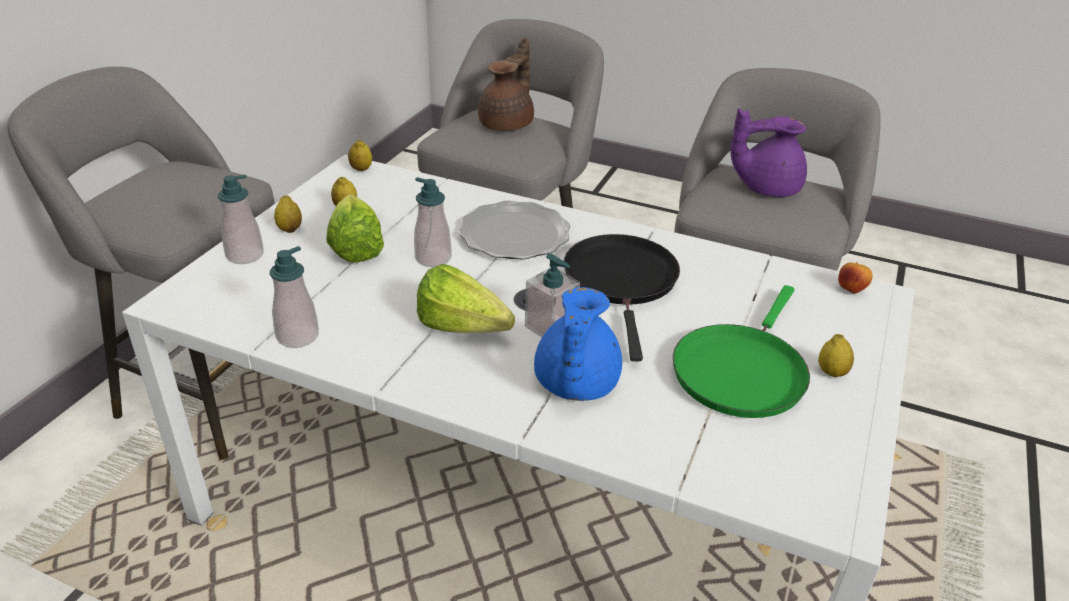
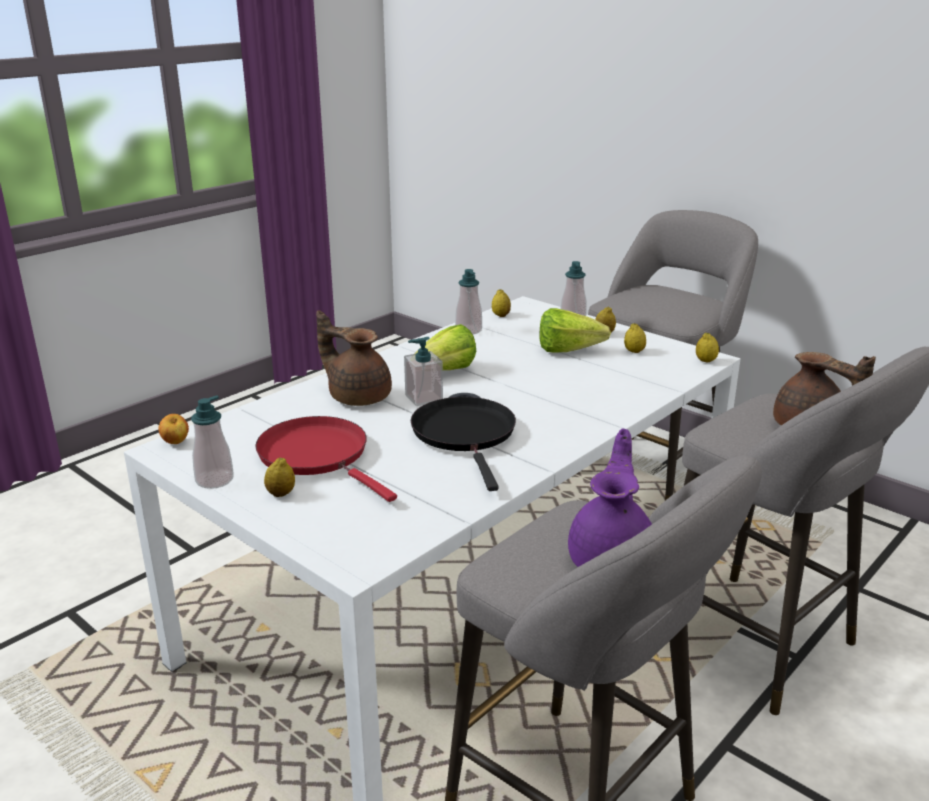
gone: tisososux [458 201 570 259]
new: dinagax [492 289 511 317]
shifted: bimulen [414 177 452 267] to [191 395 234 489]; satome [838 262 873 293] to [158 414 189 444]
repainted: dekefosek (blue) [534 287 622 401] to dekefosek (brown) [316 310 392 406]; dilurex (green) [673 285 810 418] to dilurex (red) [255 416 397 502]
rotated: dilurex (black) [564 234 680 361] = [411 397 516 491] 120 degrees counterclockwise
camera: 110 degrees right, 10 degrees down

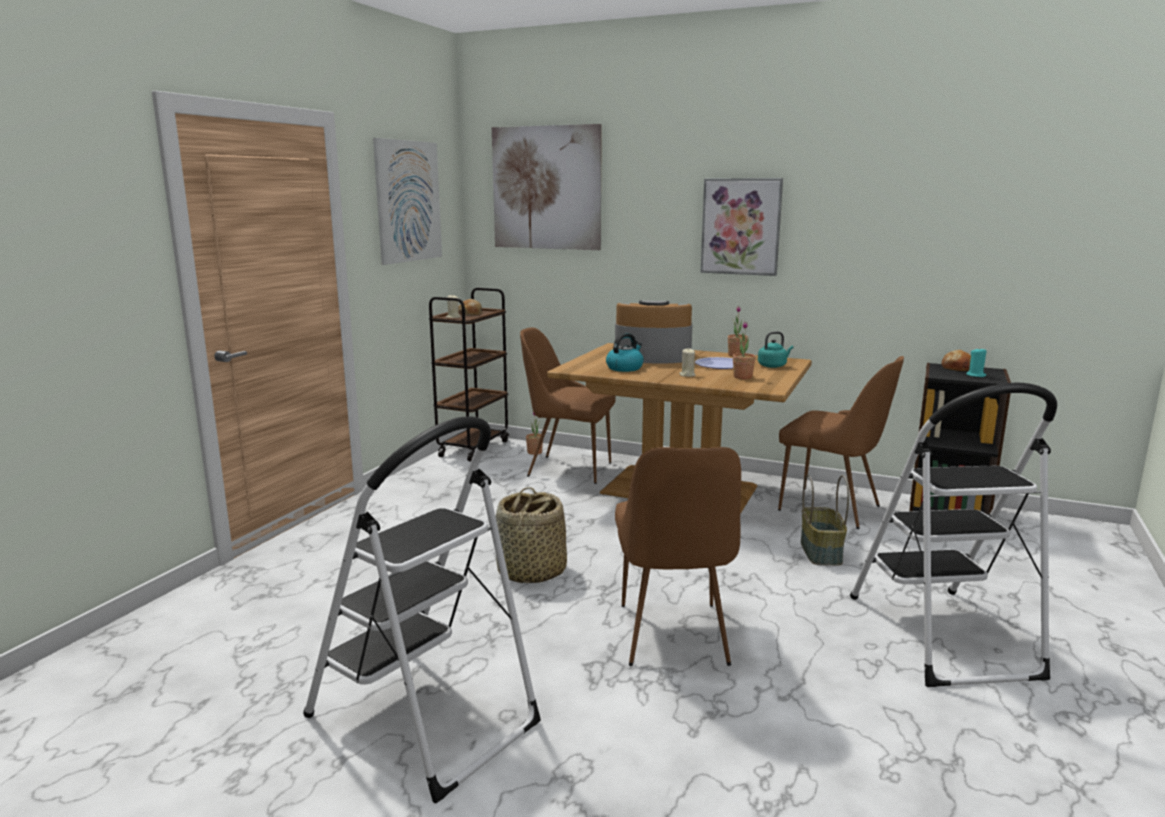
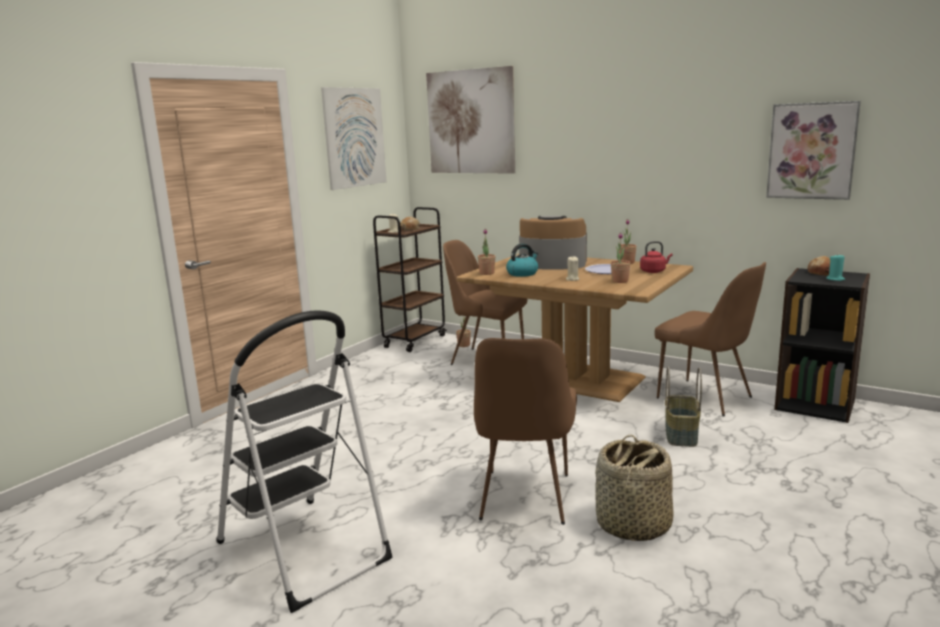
gone: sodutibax [850 383 1057 687]
new: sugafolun [478 229 495 275]
shifted: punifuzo [496 487 567 583] to [595 434 674 541]; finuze [700 178 783 276] to [766 101 861 200]
repainted: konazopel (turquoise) [758 332 793 368] to konazopel (red) [640 241 673 273]
camera: 10 degrees right, 0 degrees up

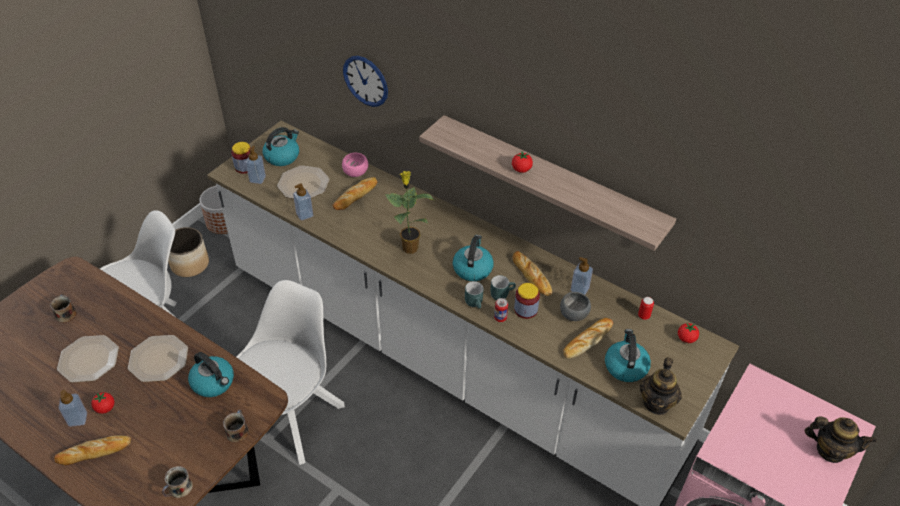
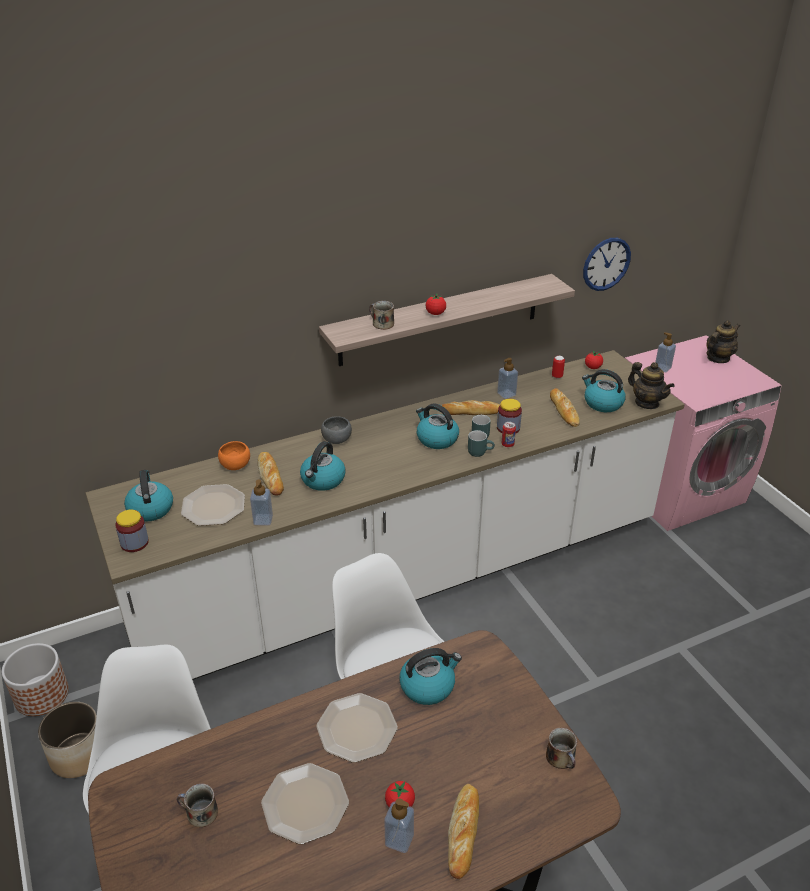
gone: sugafolun [385 171 434 254]
new: konazopel [300 441 346 491]
shifted: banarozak [223 410 249 443] to [369 301 394 330]; bimulen [245 146 266 184] to [655 332 676 372]; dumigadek [343 56 388 107] to [583 238 631 291]; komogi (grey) [560 292 591 321] to [321 416 352 444]
repainted: komogi (pink) [342 153 368 177] to komogi (orange) [218 441 250 470]
camera: 60 degrees left, 10 degrees down

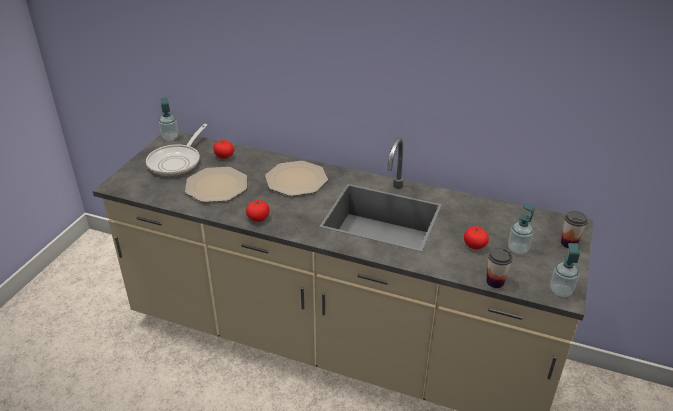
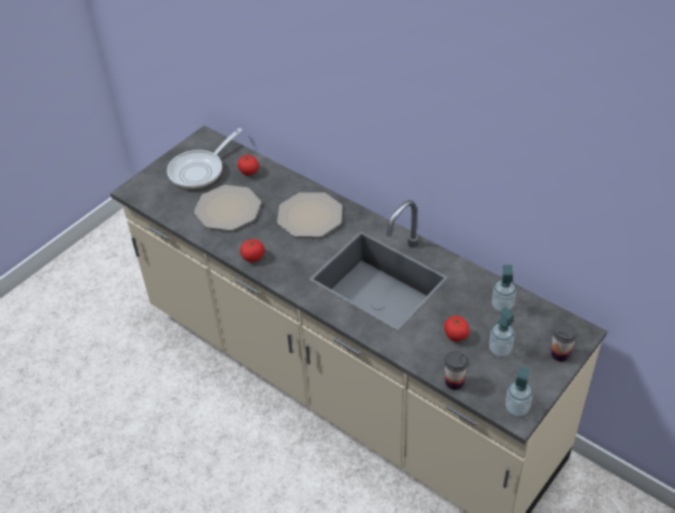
shifted: bimulen [159 97 178 141] to [492 265 516 312]
camera: 20 degrees right, 10 degrees up

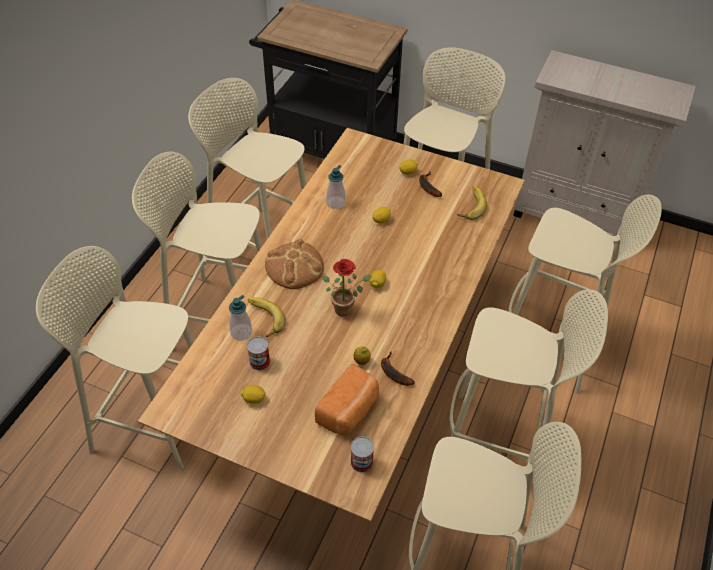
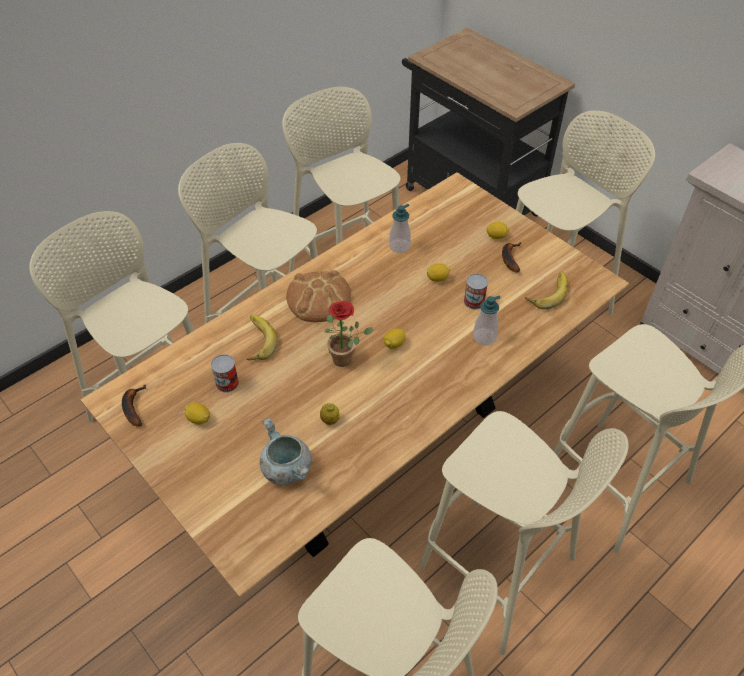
shifted: bimulen [229 295 252 341] to [473 296 501 345]; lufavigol [351 437 374 473] to [464 274 488 309]; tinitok [381 352 415 386] to [122 384 147 426]
swapped: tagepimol [315 364 379 436] to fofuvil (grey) [260 418 312 485]
camera: 25 degrees right, 0 degrees up

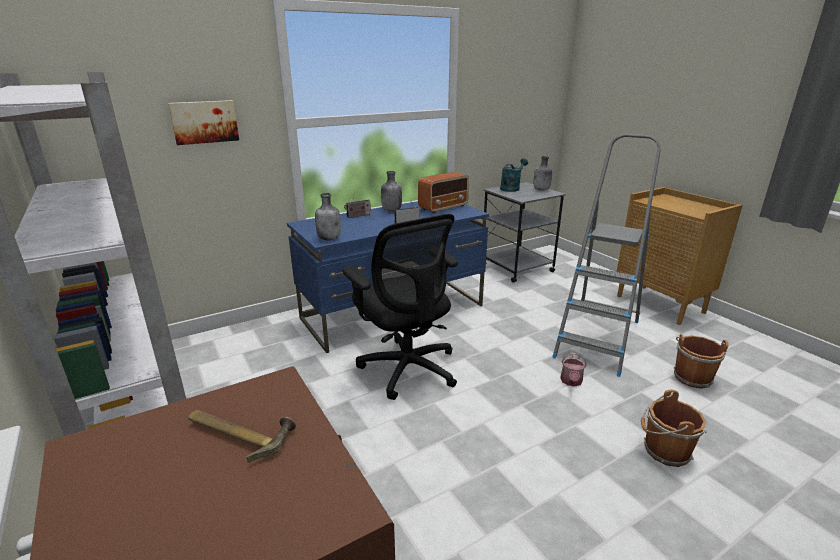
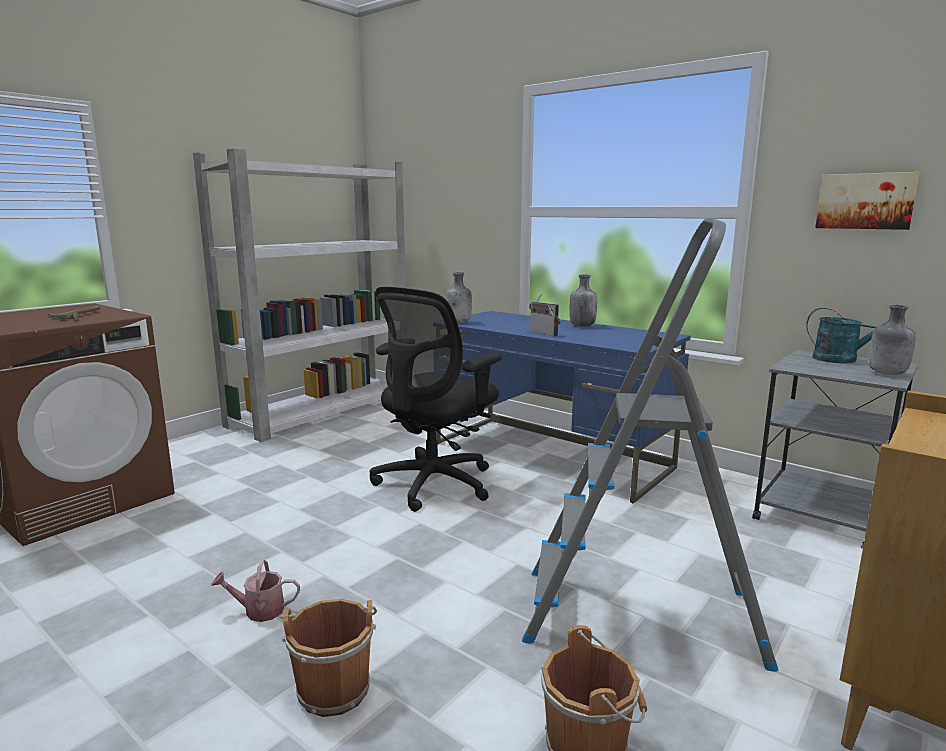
gone: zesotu [418 172 469 213]
shifted: finuze [168 100 239 145] to [815 172 919 230]; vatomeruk [560 353 587 386] to [211 560 300 622]
camera: 70 degrees right, 10 degrees down

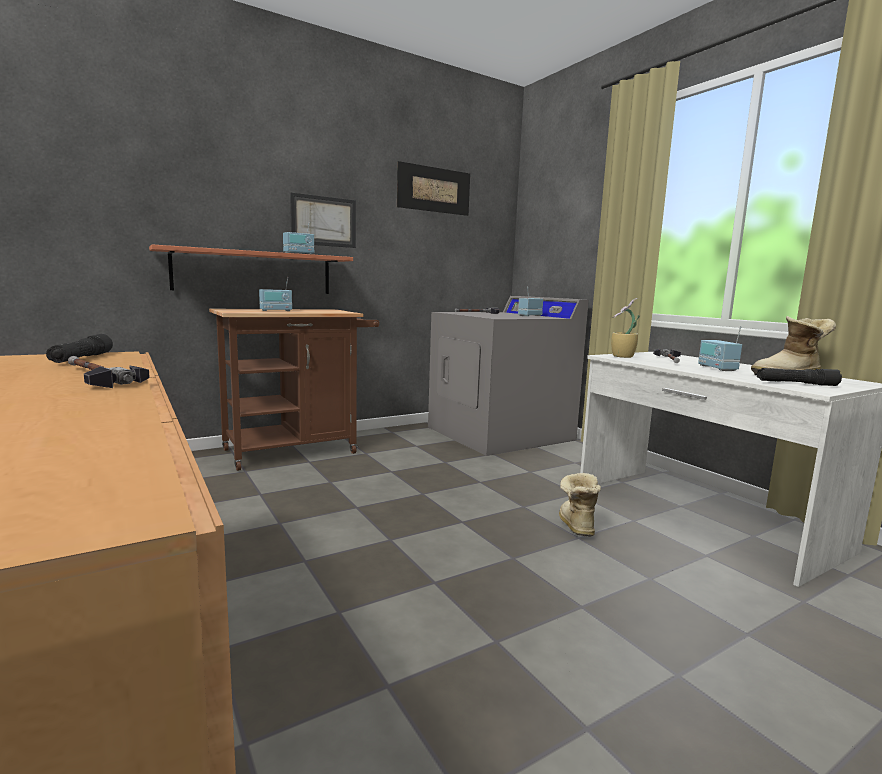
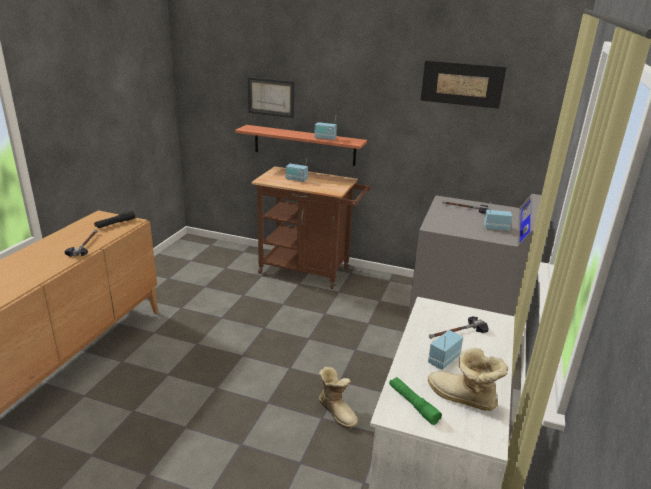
gone: sugafolun [611 298 640 358]
shifted: finuze [290 193 356 248] to [248 77 295 118]
repainted: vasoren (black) [757 368 842 386] to vasoren (green) [389 377 442 425]
rotated: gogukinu [559 473 601 537] = [319 367 358 429] 90 degrees clockwise
camera: 50 degrees right, 15 degrees up

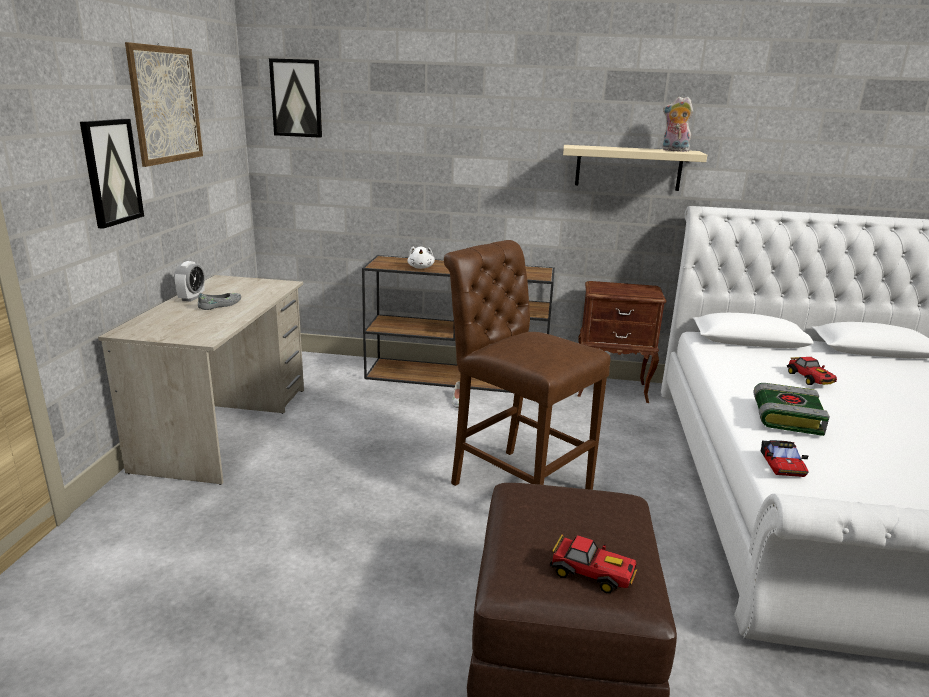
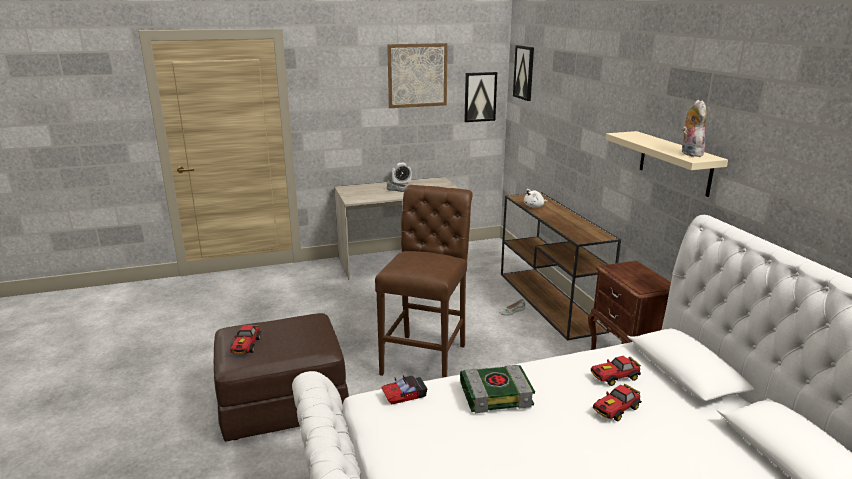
new: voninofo [591 356 641 386]
shifted: finuze [80 119 144 229] to [464 72 497 122]
camera: 65 degrees right, 0 degrees up

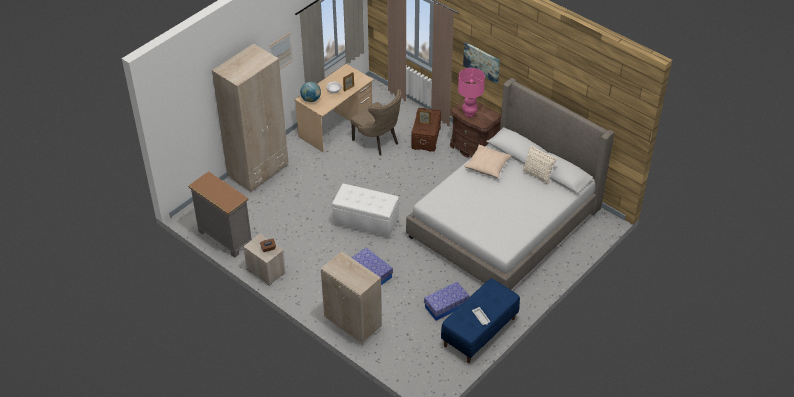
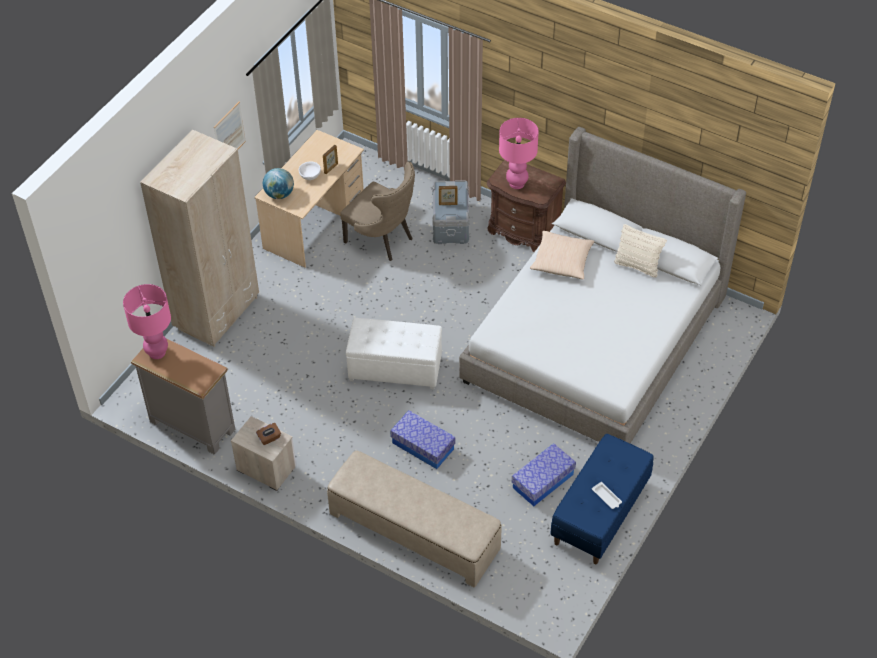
gone: finuze [463 42 500 84]
new: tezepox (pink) [123 284 171 359]
swapped: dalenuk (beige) [321 251 382 343] to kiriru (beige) [327 451 502 587]
repainted: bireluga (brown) [411 108 441 152] to bireluga (grey) [432 180 469 244]
camera: 10 degrees left, 5 degrees up

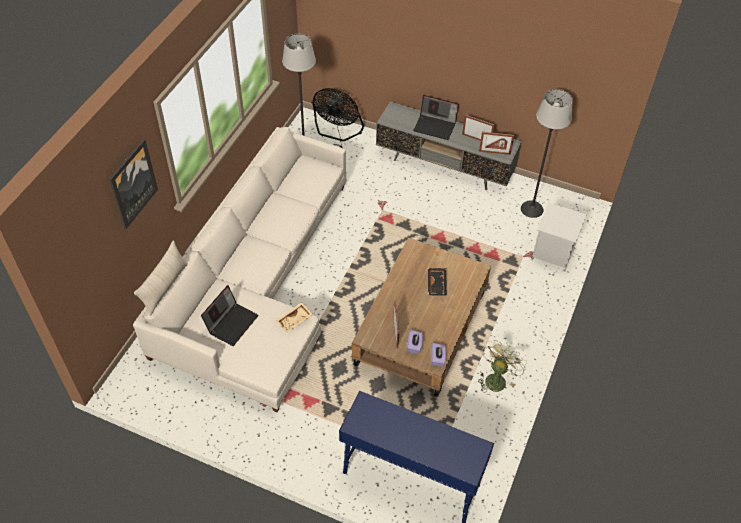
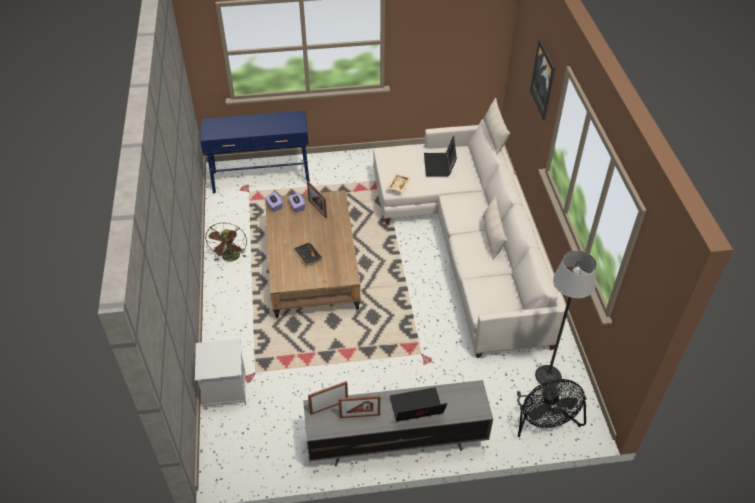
gone: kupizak [521 89 573 218]
new: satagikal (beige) [483 196 507 260]
repainted: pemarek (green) [478 340 527 393] to pemarek (brown) [205 223 247 262]
camera: 150 degrees right, 5 degrees down

